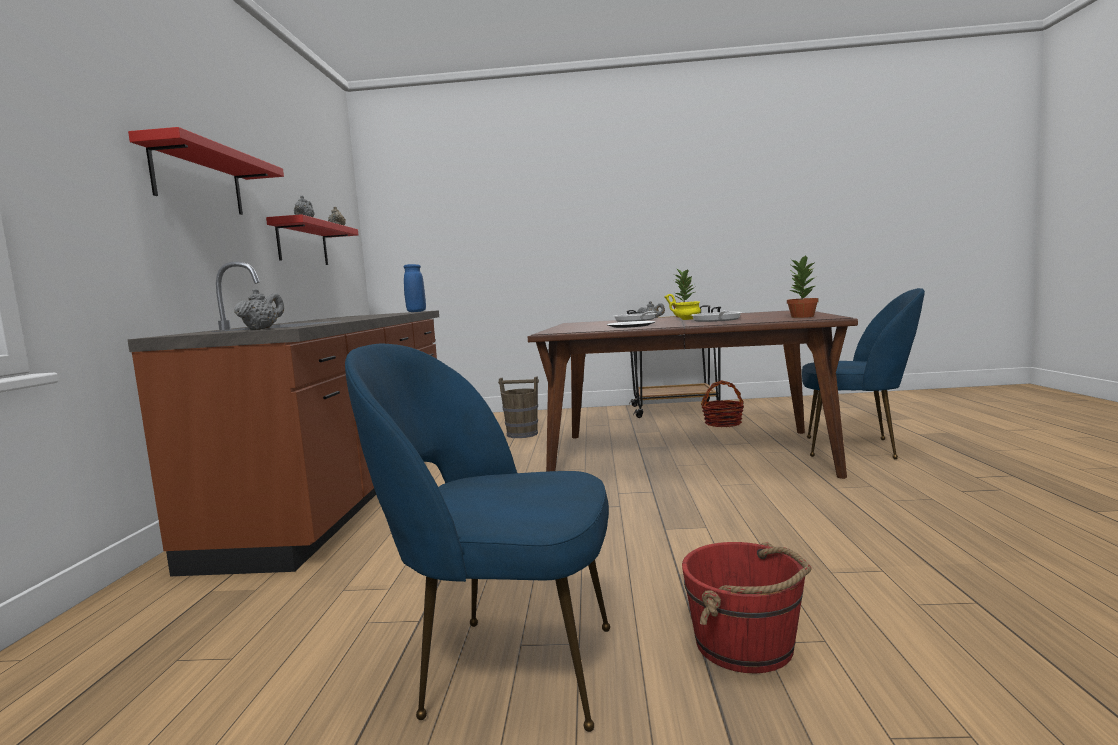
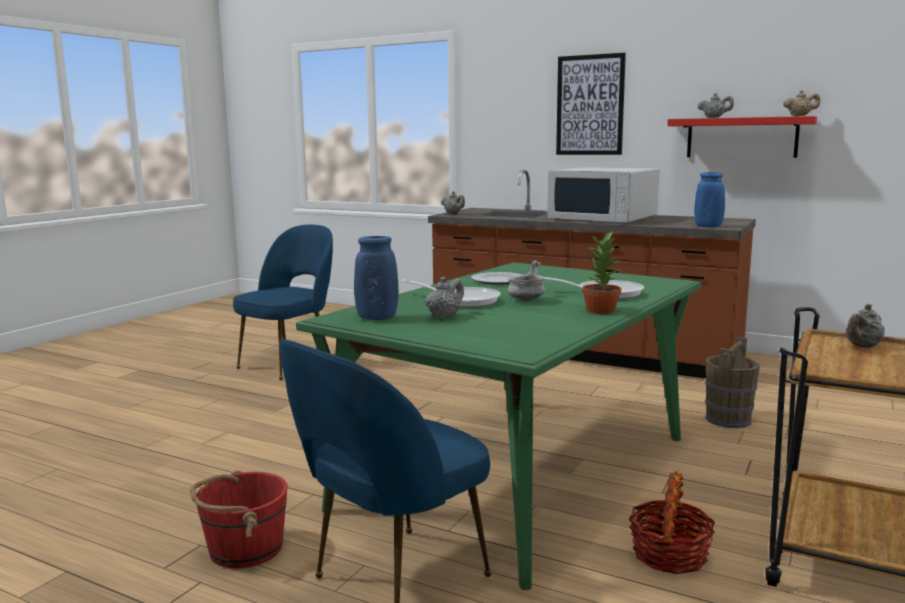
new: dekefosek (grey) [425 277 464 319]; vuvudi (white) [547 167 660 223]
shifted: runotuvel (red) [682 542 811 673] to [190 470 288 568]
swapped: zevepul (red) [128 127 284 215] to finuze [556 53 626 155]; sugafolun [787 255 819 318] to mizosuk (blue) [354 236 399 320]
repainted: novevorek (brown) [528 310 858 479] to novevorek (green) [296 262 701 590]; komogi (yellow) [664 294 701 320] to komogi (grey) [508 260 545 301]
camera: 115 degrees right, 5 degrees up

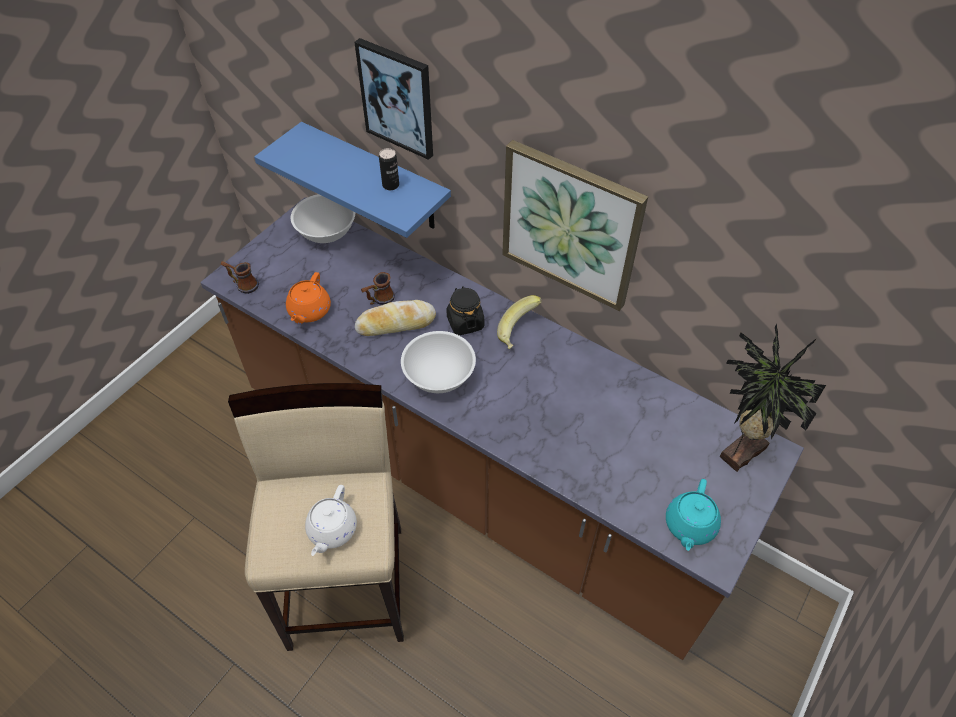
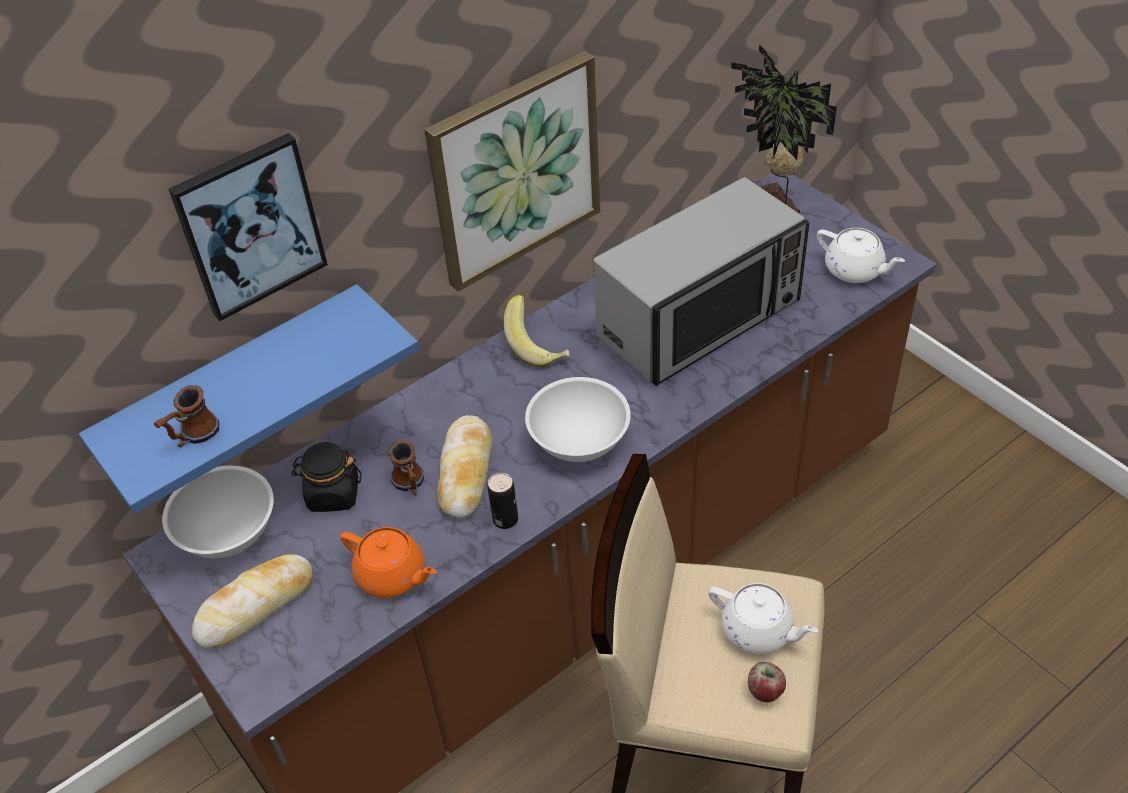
new: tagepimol [192 554 312 648]; vuvudi [593 177 810 386]; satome [748 662 786 702]
shifted: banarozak [221 261 259 294] to [154 385 219 447]; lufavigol [379 148 399 190] to [487 473 518 529]; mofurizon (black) [446 286 484 335] to [292 442 362 512]
repainted: dekefosek (turquoise) [666 479 721 551] to dekefosek (white) [817 228 905 283]
camera: 70 degrees left, 5 degrees down

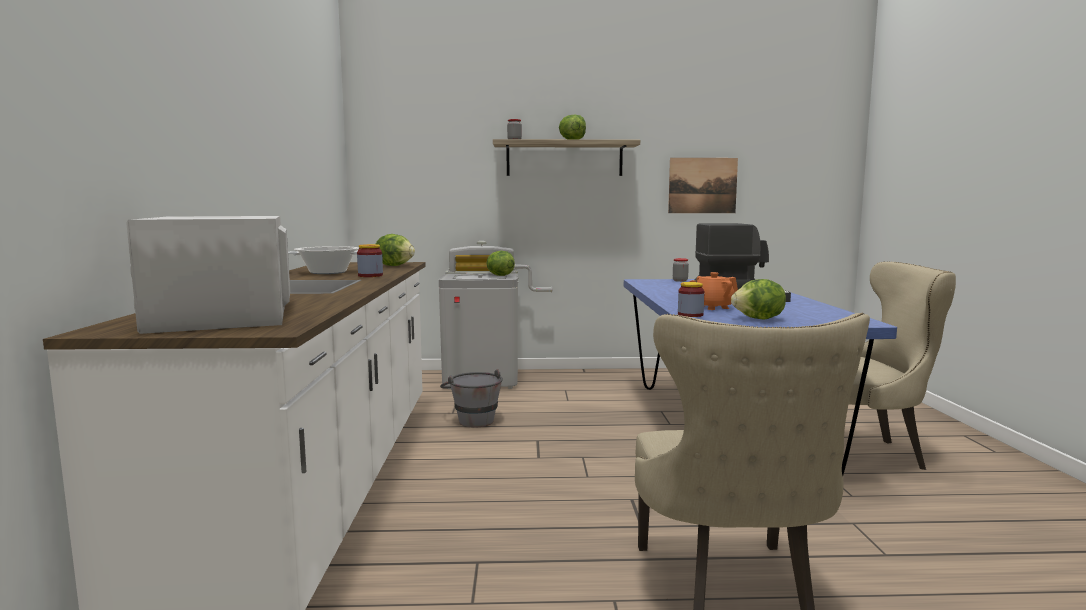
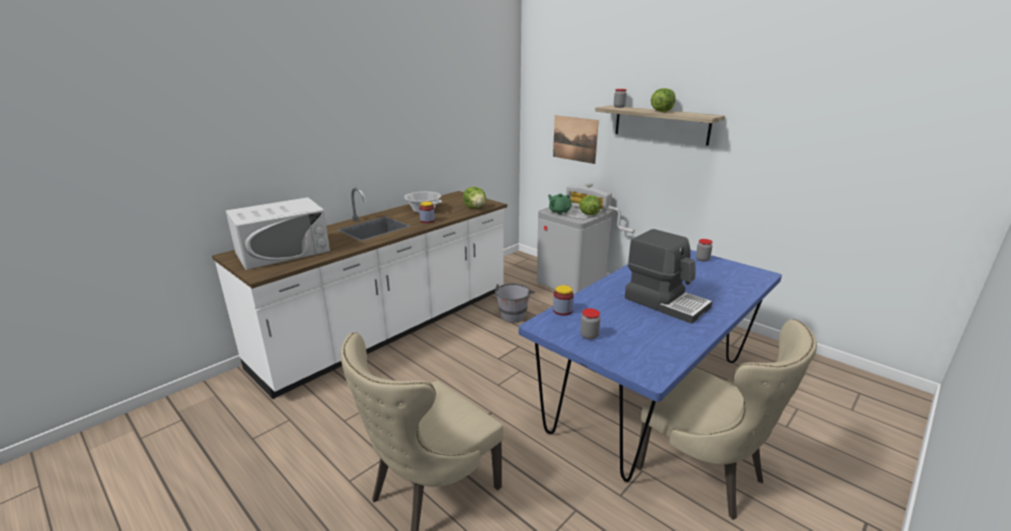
gone: dekefosek (orange) [690 272 738 310]
new: dekefosek (green) [548 194 572 215]
shifted: finuze [668 158 738 213] to [553 115 599 164]
swapped: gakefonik [731 279 786 320] to mofurizon [580 308 600 340]
rotated: vuvudi (white) [126 216 290 334] = [226 197 330 270] 150 degrees counterclockwise
camera: 45 degrees right, 15 degrees up

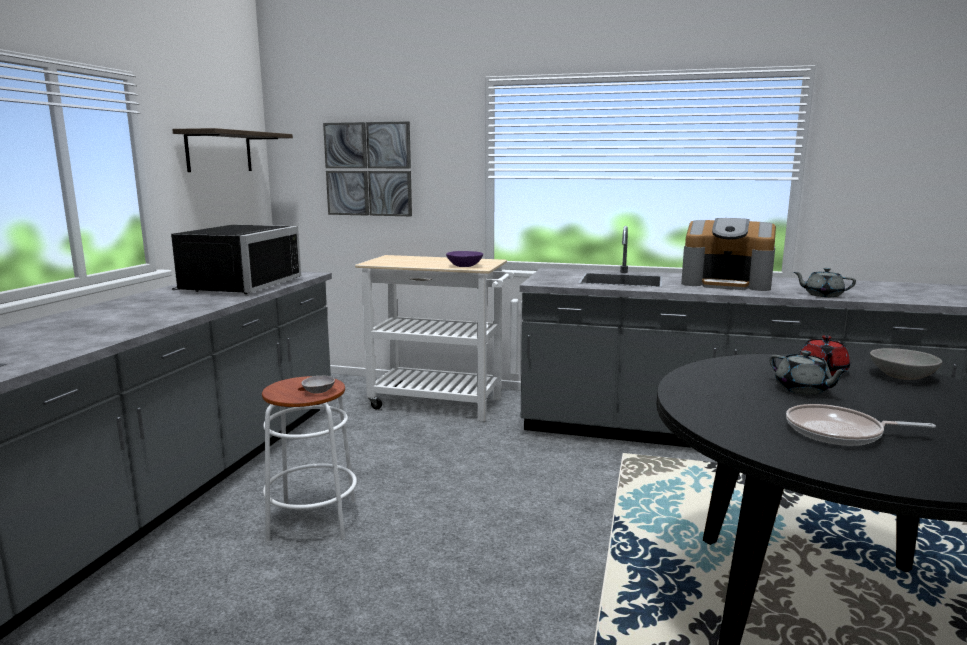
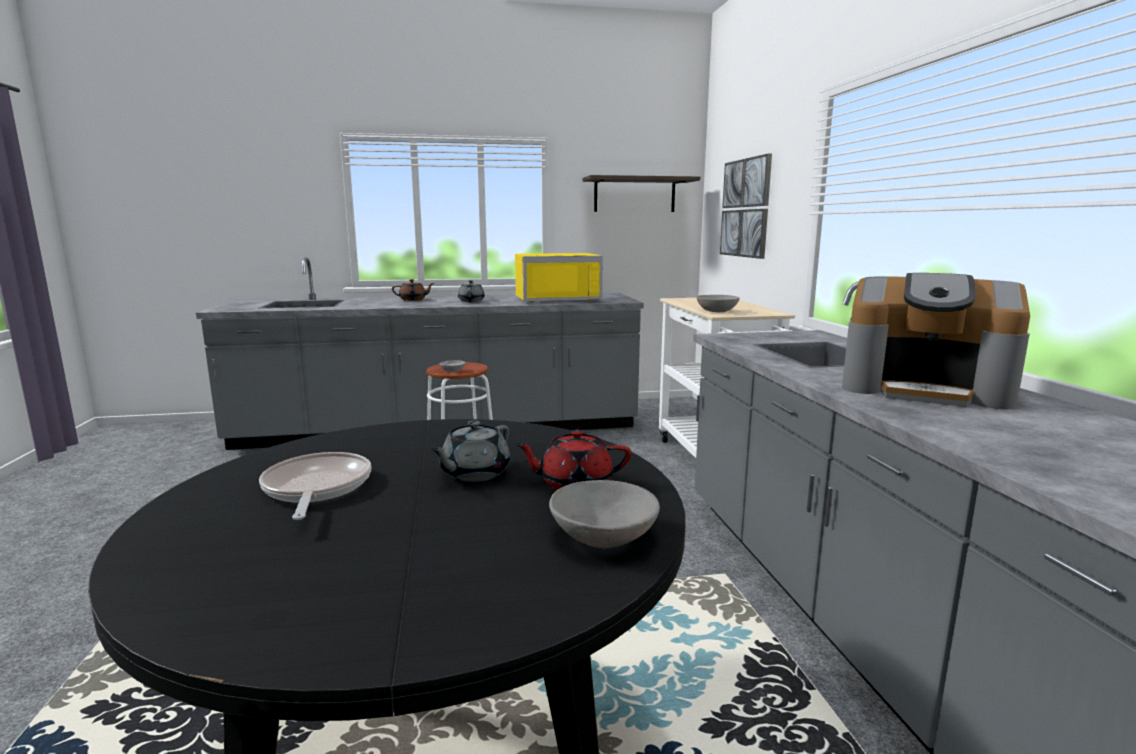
new: dekefosek (brown) [392 279 434 301]
shifted: dekefosek (grey) [794 268 856 297] to [458 280 485 302]
repainted: vuvudi (black) [171 225 301 294] to vuvudi (yellow) [515 253 603 303]; komogi (purple) [446 251 483 267] to komogi (grey) [697 295 740 312]
rotated: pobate [681 218 776 291] = [842 273 1030 409] 60 degrees counterclockwise
camera: 65 degrees right, 0 degrees up

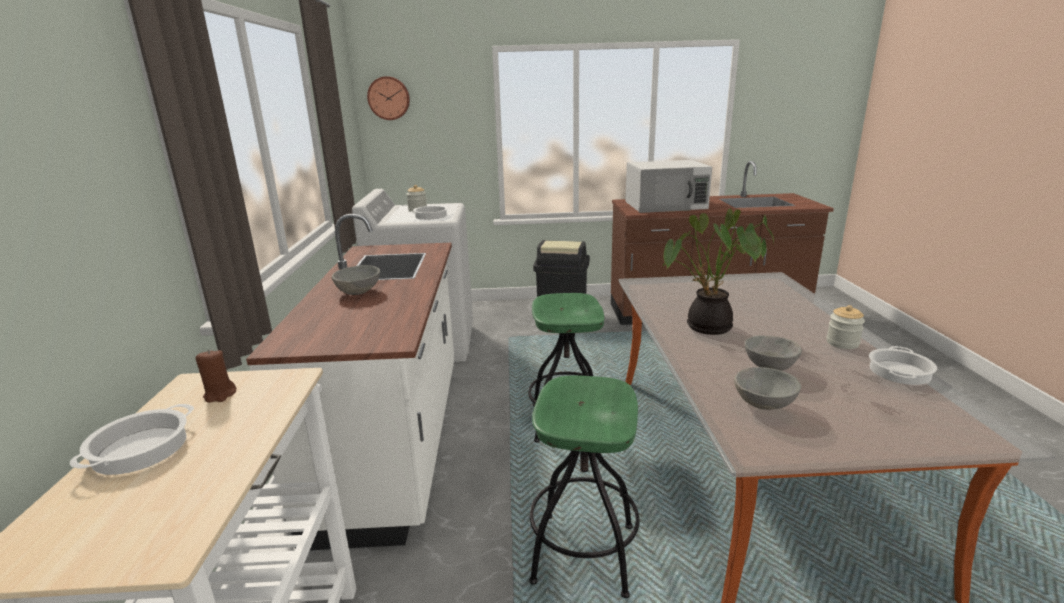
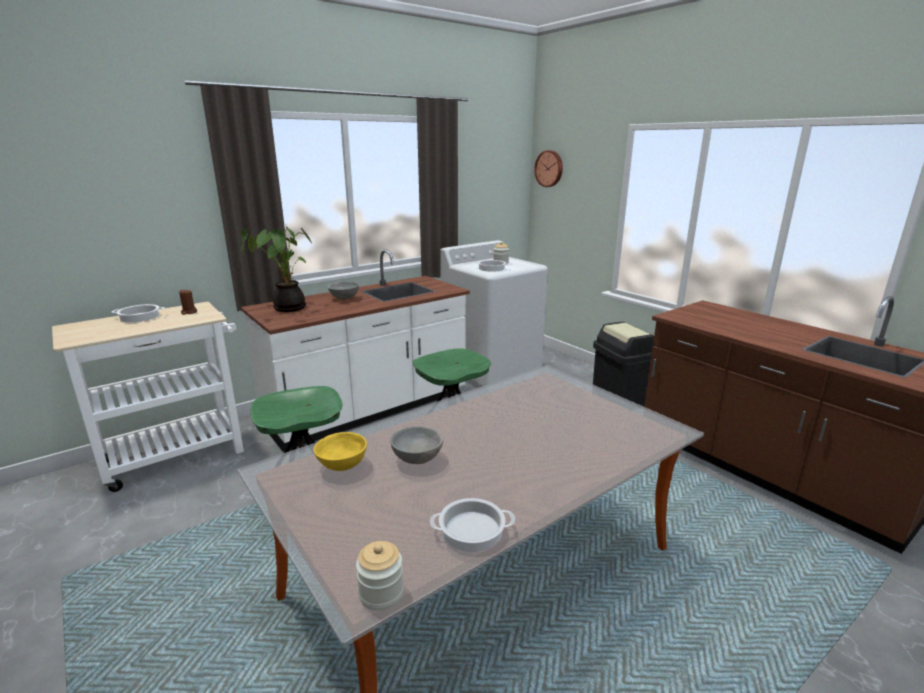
gone: vuvudi (white) [625 160 712 213]
shifted: sugafolun [663 209 774 335] to [241 225 313 312]; mofurizon [826 305 865 349] to [356 541 404 611]
repainted: komogi (grey) [734 367 801 410] to komogi (yellow) [313 432 367 471]
camera: 55 degrees right, 0 degrees up

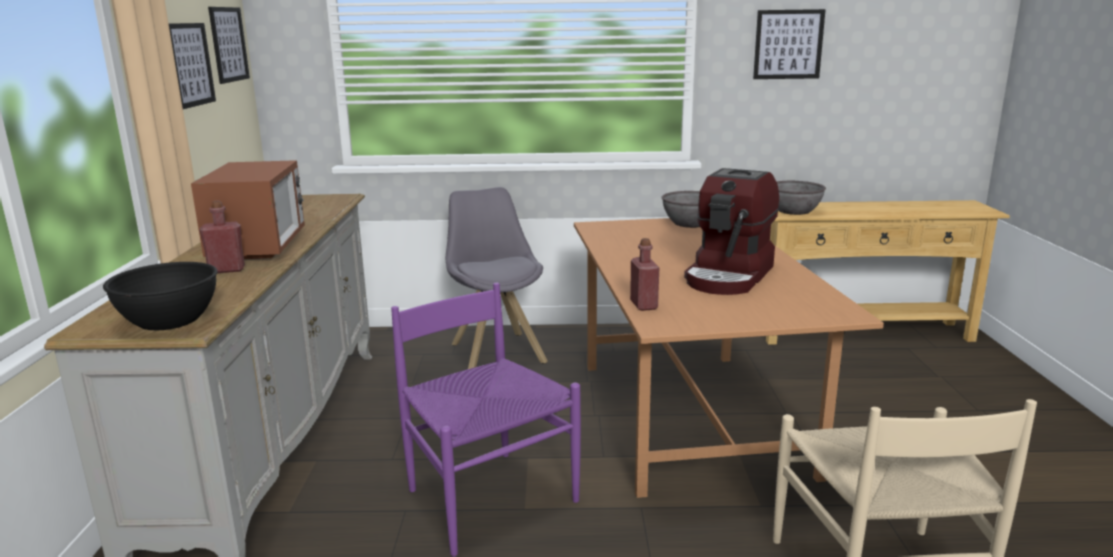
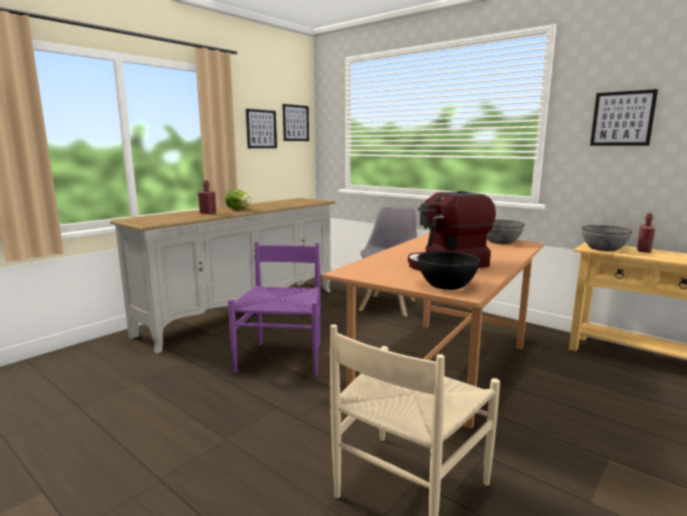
shifted: komogi (black) [103 262 218 330] to [417 251 481 290]; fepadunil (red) [630 238 659 311] to [637 213 655 253]
swapped: vuvudi [191 160 305 259] to gakefonik [225 189 252 210]
camera: 40 degrees right, 5 degrees down

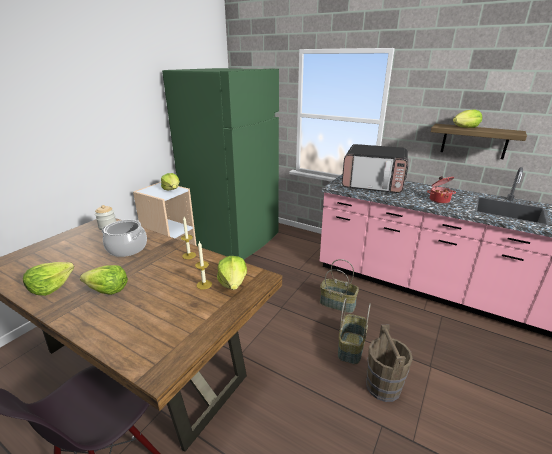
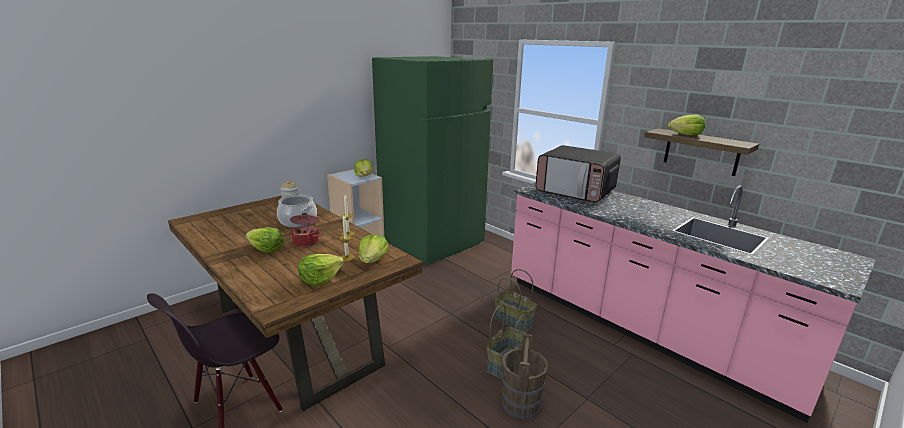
shifted: gakefonik [23 262 74 296] to [298 254 344 286]; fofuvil [427 176 456 204] to [289 213 322 247]
camera: 15 degrees right, 5 degrees down

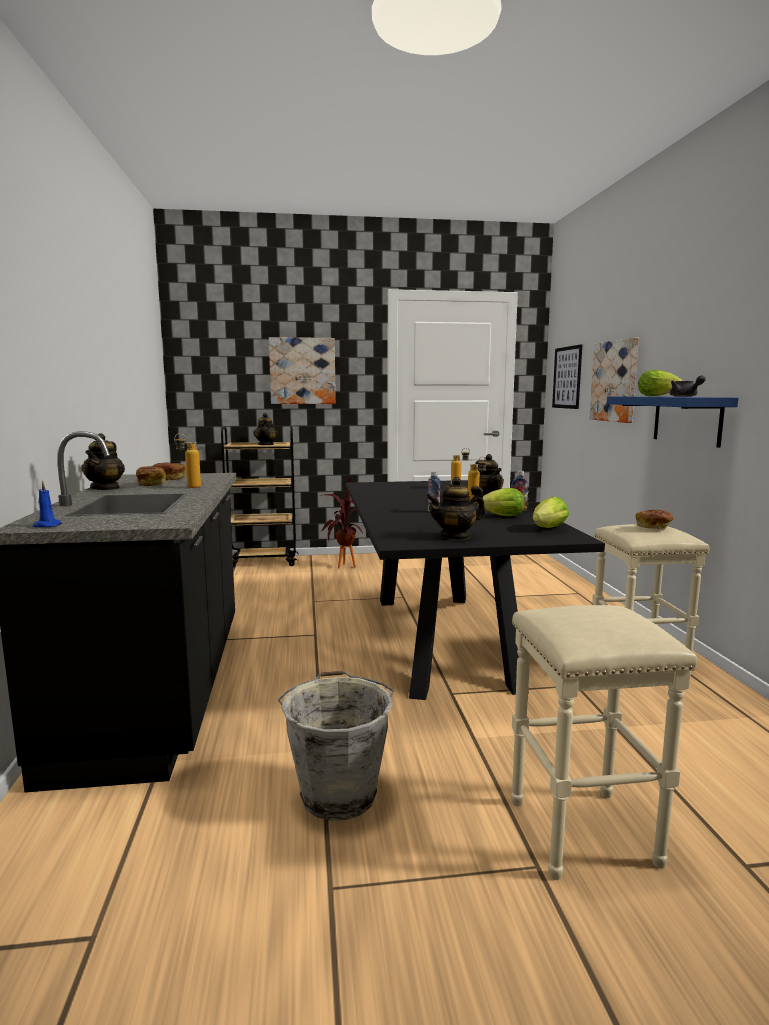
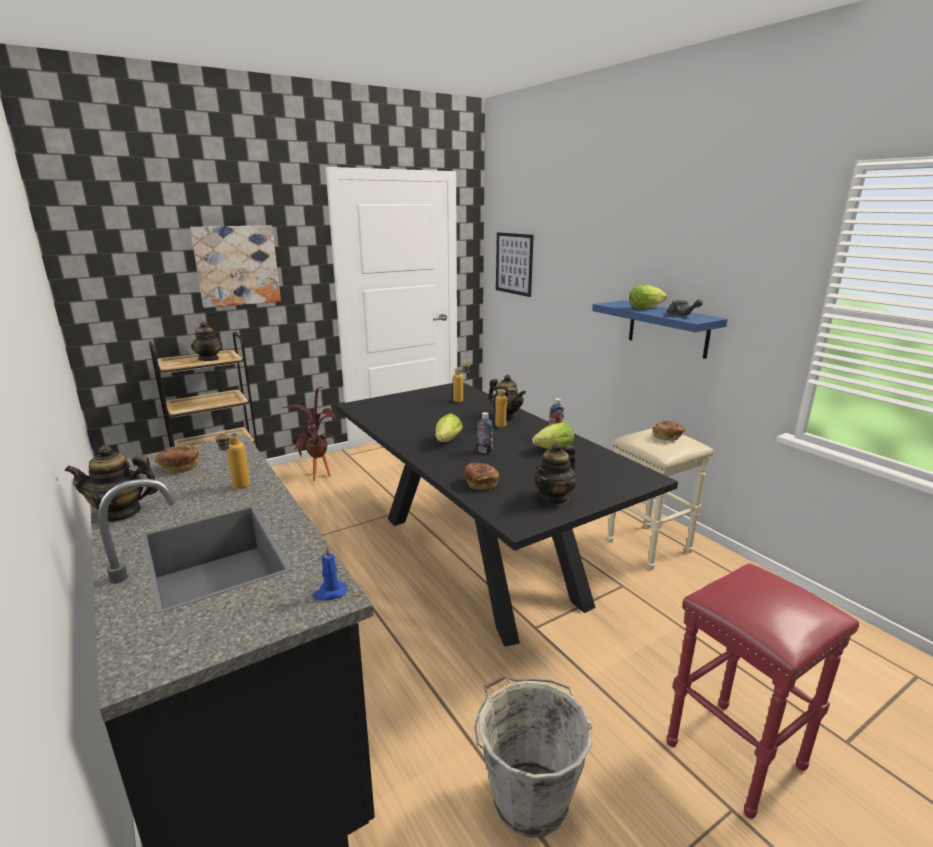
gone: finuze [589 337 639 423]
shifted: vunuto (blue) [32 481 62 527] to [313 546 347 601]; tagepimol [136 466 167 486] to [463 463 499 490]; gakefonik [533 497 569 528] to [435 413 463 442]
repainted: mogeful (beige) [511 605 697 880] to mogeful (red) [667 563 859 819]
rotated: dekefosek [82 433 125 490] = [65 445 158 522] 105 degrees clockwise
camera: 25 degrees left, 10 degrees up

